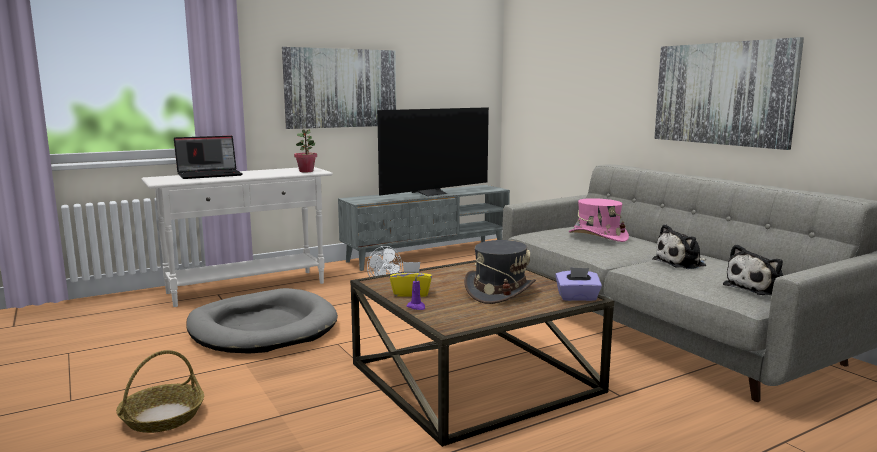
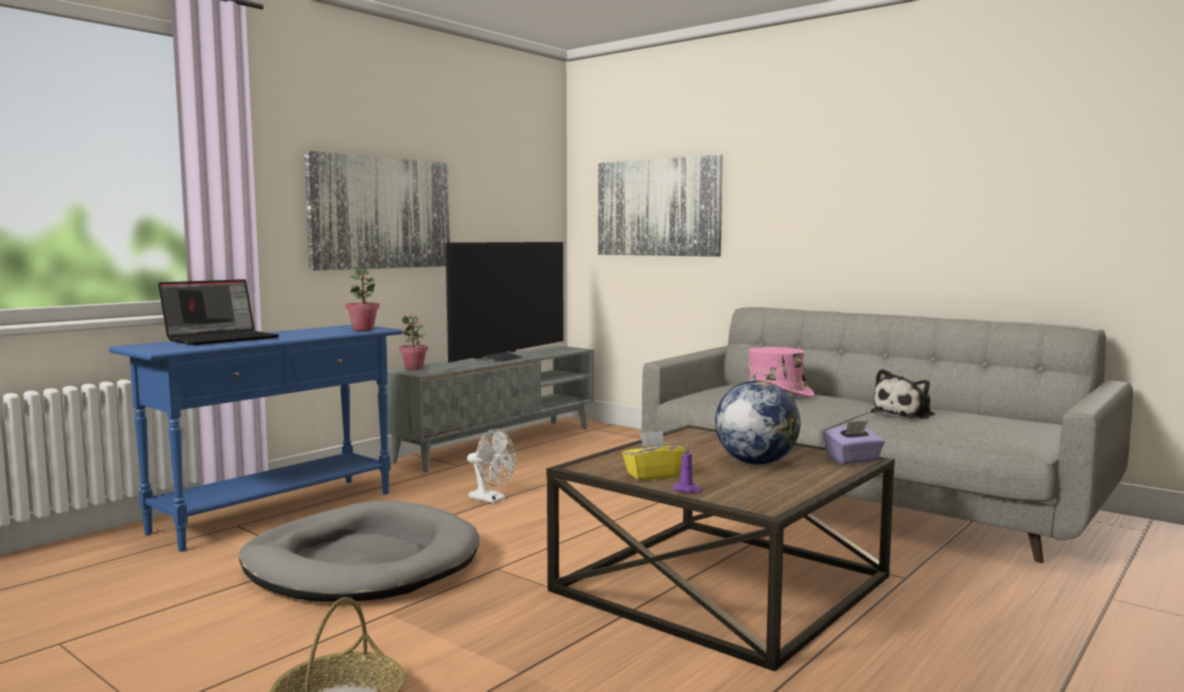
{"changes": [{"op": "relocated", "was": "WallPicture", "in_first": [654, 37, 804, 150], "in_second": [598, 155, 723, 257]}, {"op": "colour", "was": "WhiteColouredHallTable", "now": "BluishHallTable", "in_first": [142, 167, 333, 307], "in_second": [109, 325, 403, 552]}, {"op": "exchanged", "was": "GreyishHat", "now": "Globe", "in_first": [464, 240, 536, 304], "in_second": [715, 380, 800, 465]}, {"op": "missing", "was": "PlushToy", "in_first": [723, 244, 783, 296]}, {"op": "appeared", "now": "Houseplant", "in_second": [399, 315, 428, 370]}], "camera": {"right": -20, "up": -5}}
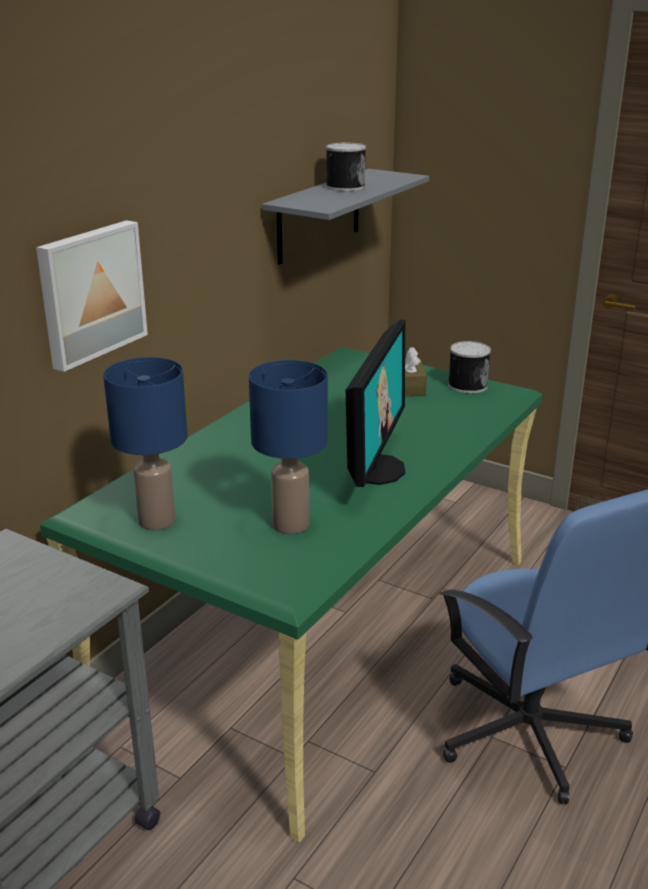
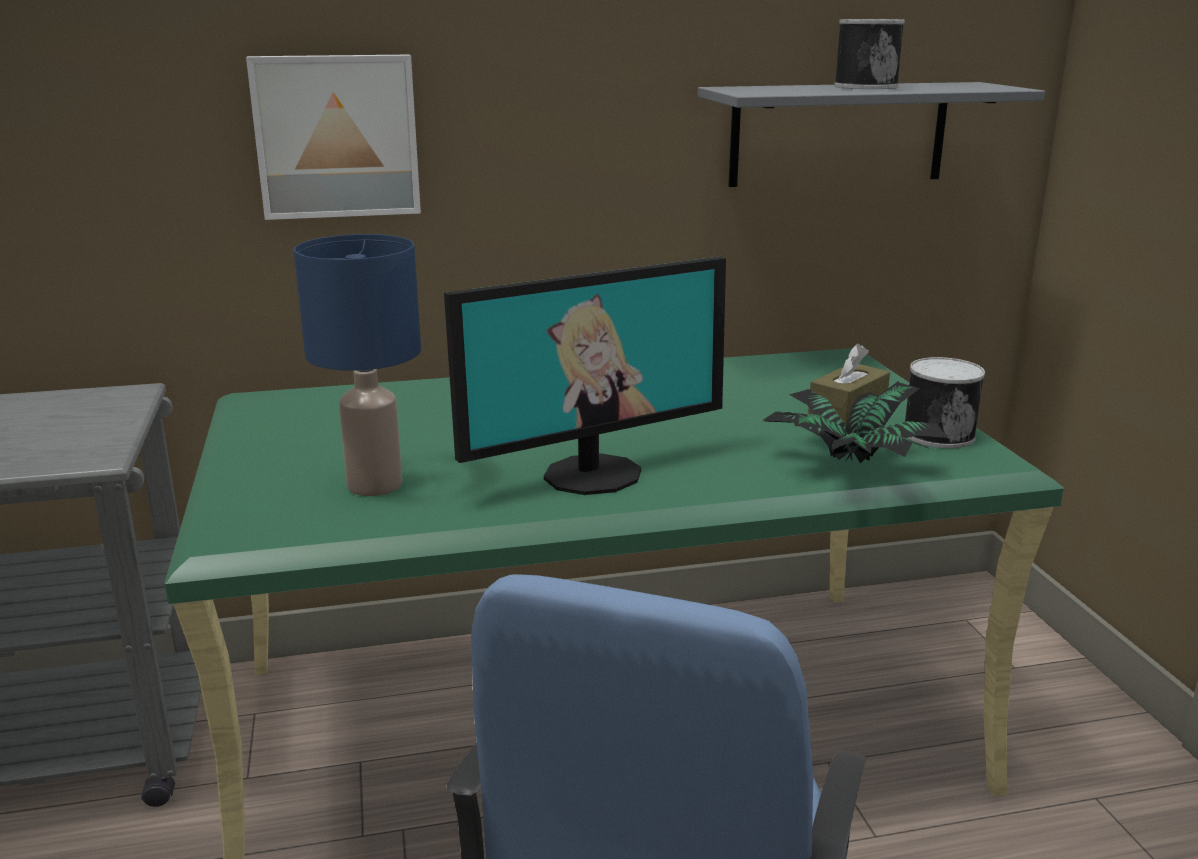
{"changes": [{"op": "missing", "was": "BluishLampForATable", "in_first": [103, 357, 188, 530]}, {"op": "appeared", "now": "Houseplant", "in_second": [762, 381, 947, 464]}], "camera": {"right": 45, "up": -5}}
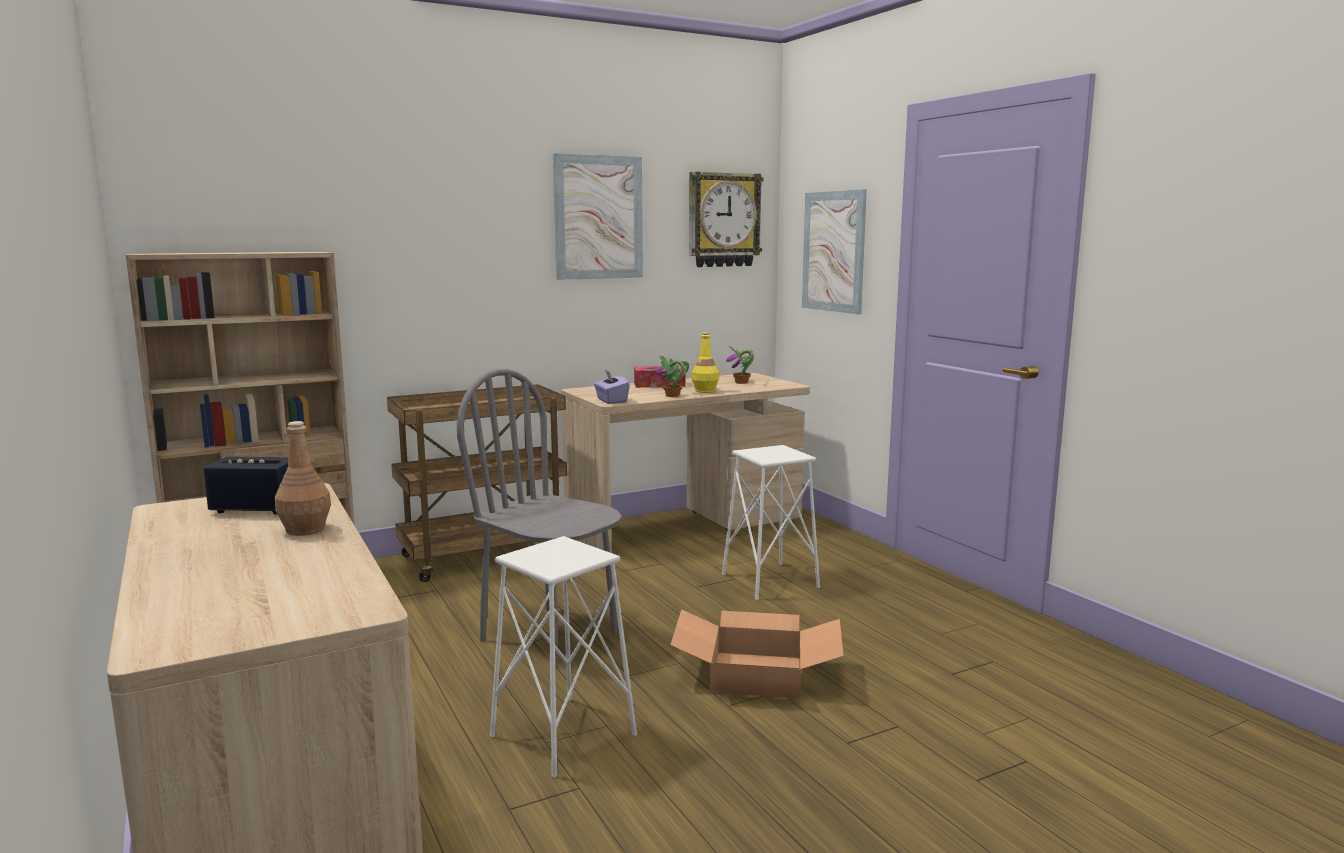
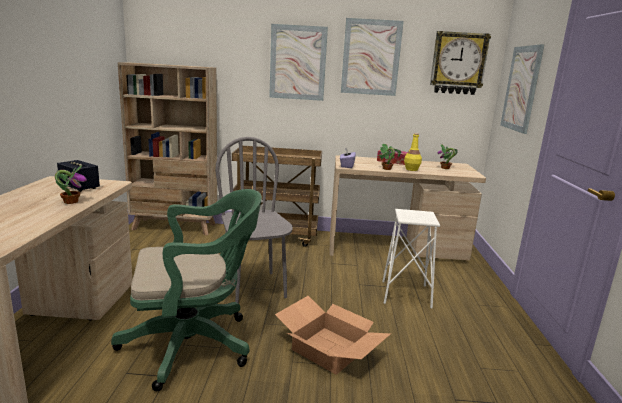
{"changes": [{"op": "exchanged", "was": "BrownBottle", "now": "Houseplant", "in_first": [275, 421, 331, 536], "in_second": [55, 165, 87, 204]}, {"op": "exchanged", "was": "WhiteColouredStool", "now": "GreenishComputerChair", "in_first": [490, 536, 637, 778], "in_second": [111, 189, 262, 391]}, {"op": "appeared", "now": "WallPicture", "in_second": [269, 24, 328, 101]}], "camera": {"right": 30, "up": 5}}
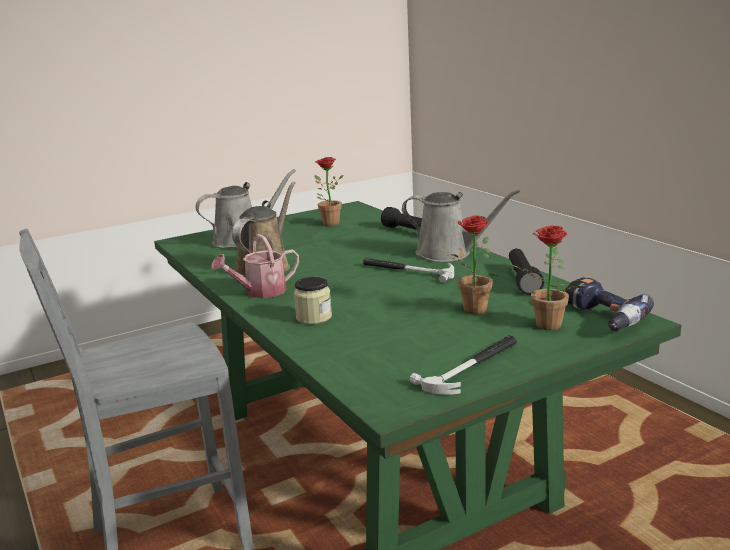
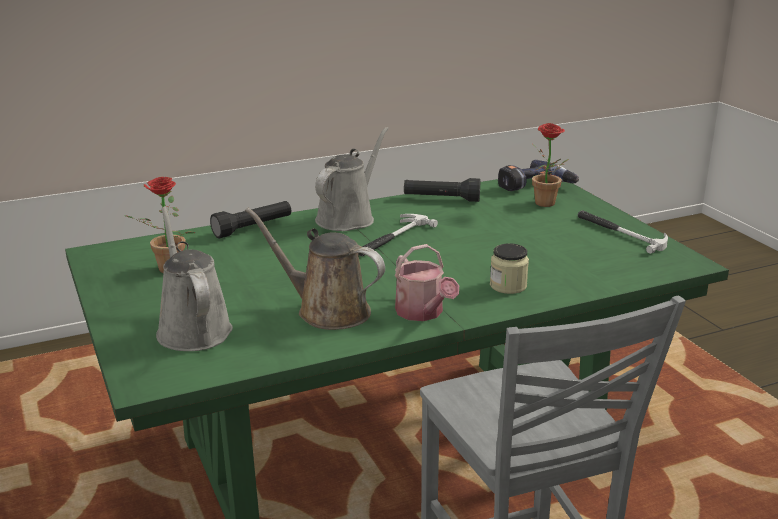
{"changes": [{"op": "missing", "was": "Houseplant", "in_first": [435, 215, 499, 314]}], "camera": {"right": -85, "up": 5}}
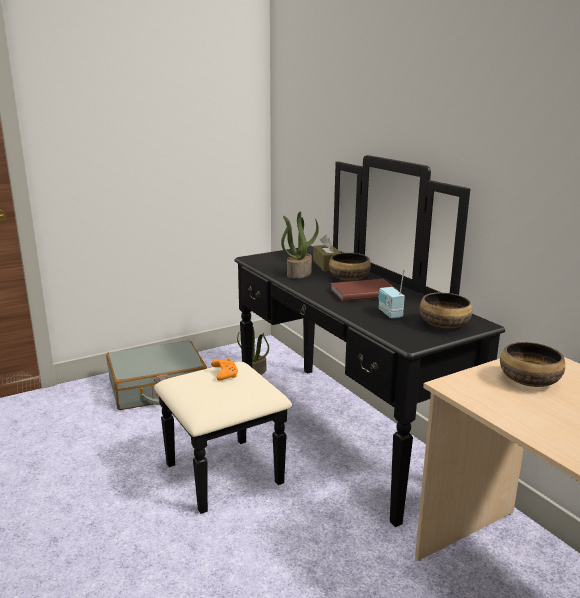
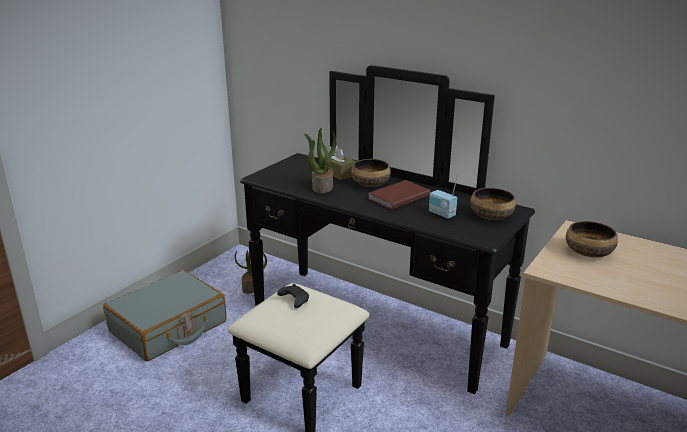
{"changes": [{"op": "colour", "was": "OrangeColouredGamepad", "now": "BlackGamepad", "in_first": [211, 358, 238, 381], "in_second": [277, 284, 309, 308]}], "camera": {"right": -25, "up": 5}}
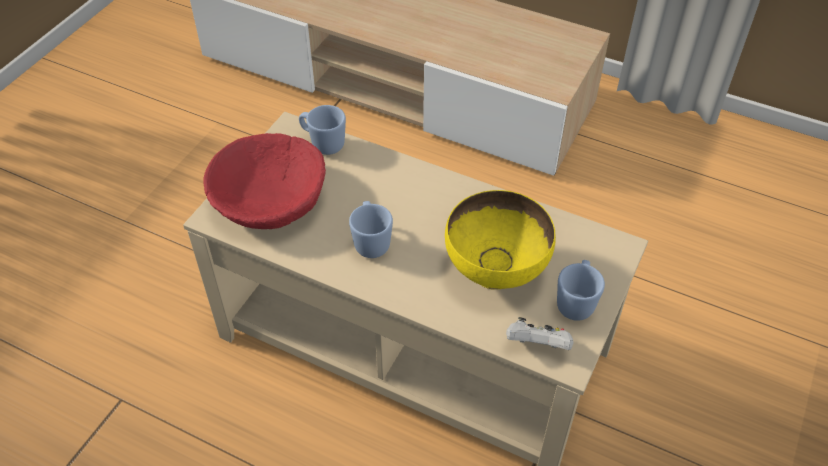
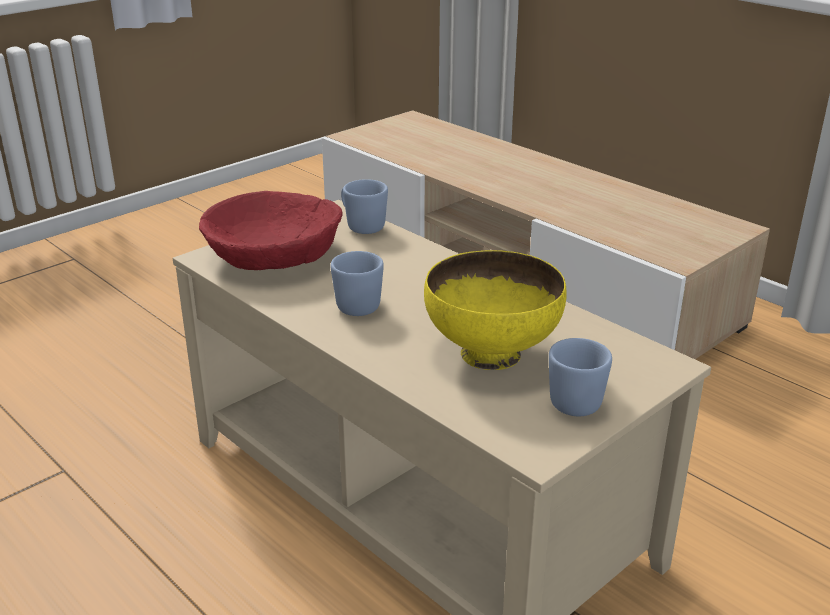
{"changes": [{"op": "missing", "was": "WhiteColouredGamepad", "in_first": [506, 317, 574, 350]}], "camera": {"right": 20, "up": -20}}
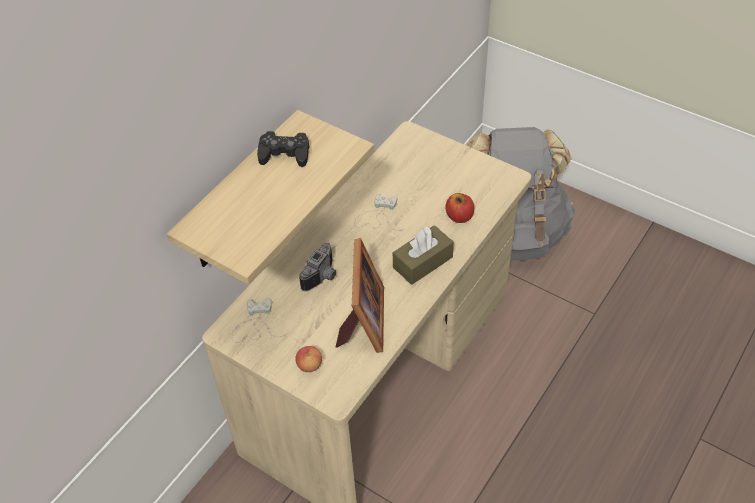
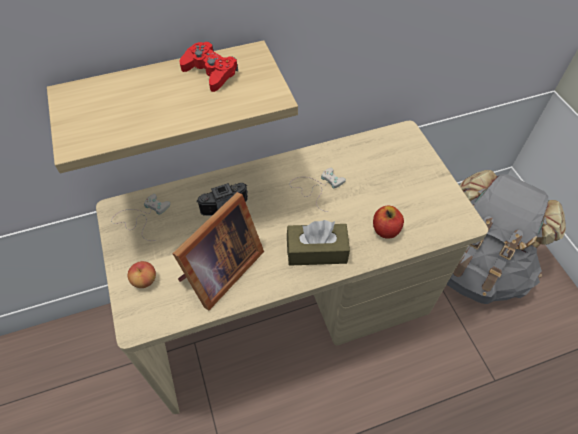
{"changes": [{"op": "colour", "was": "BlackGamepad", "now": "ReddishGamepad", "in_first": [257, 131, 309, 167], "in_second": [180, 42, 238, 92]}], "camera": {"right": 35, "up": 5}}
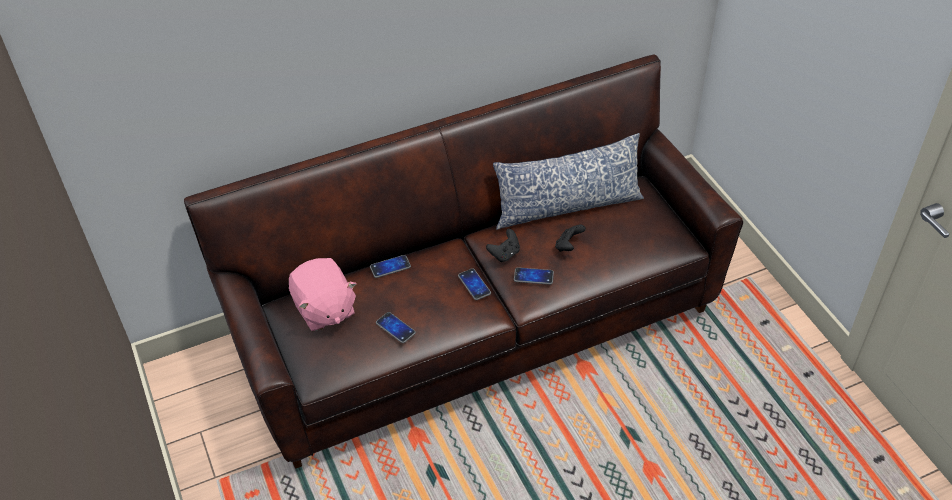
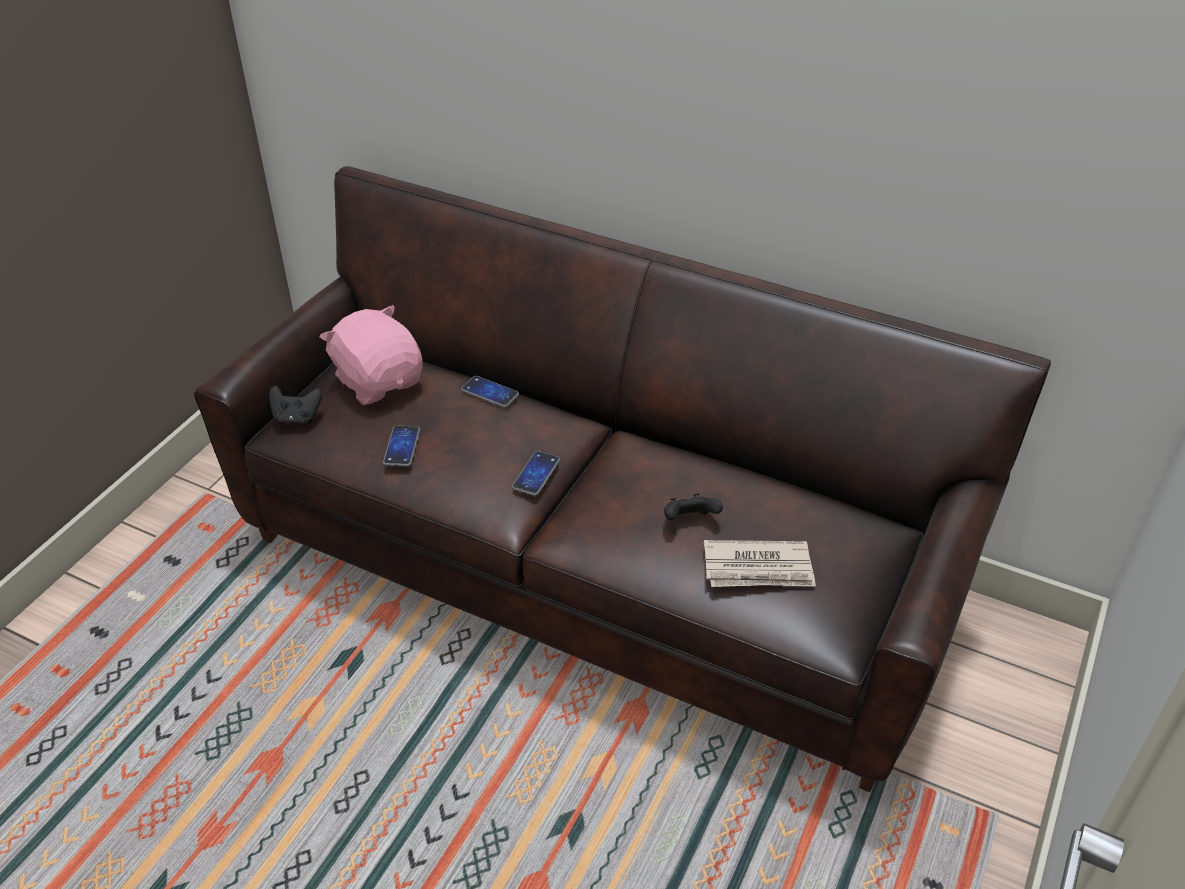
{"changes": [{"op": "missing", "was": "Pillow", "in_first": [493, 133, 644, 230]}, {"op": "relocated", "was": "BlackGamepad", "in_first": [486, 229, 520, 262], "in_second": [269, 386, 322, 424]}, {"op": "spun", "was": "PinkPlushToy", "in_first": [289, 258, 357, 331], "in_second": [320, 305, 422, 405], "clockwise": 120}, {"op": "missing", "was": "Phone", "in_first": [514, 267, 554, 285]}, {"op": "appeared", "now": "Newspaper", "in_second": [704, 540, 816, 587]}], "camera": {"right": 50, "up": -5}}
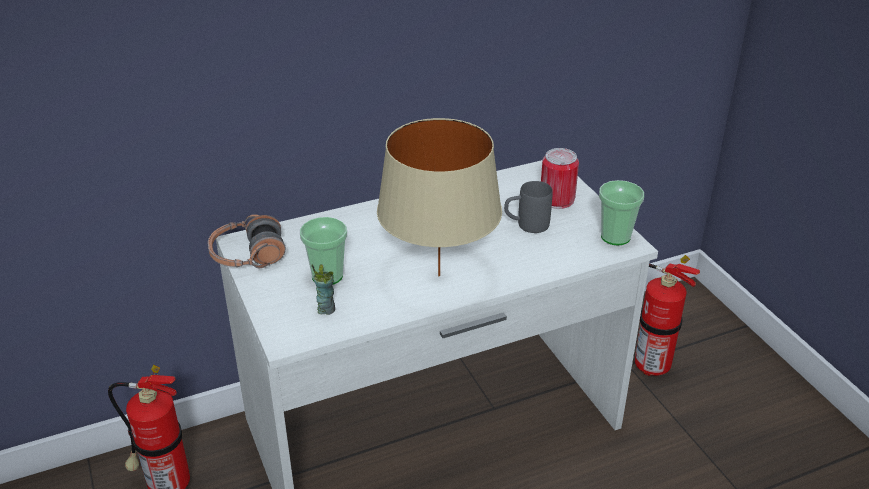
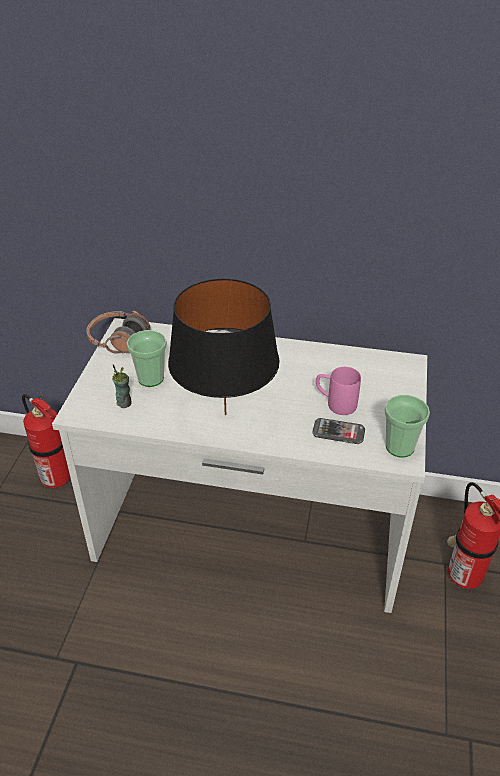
{"changes": [{"op": "colour", "was": "BeigeLampForATable", "now": "BlackLampForATable", "in_first": [377, 118, 502, 276], "in_second": [168, 279, 280, 415]}, {"op": "missing", "was": "Can", "in_first": [541, 148, 579, 209]}, {"op": "colour", "was": "GreyishMug", "now": "PinkMug", "in_first": [504, 181, 553, 233], "in_second": [316, 367, 361, 415]}, {"op": "appeared", "now": "Phone", "in_second": [312, 418, 365, 444]}], "camera": {"right": 35, "up": 5}}
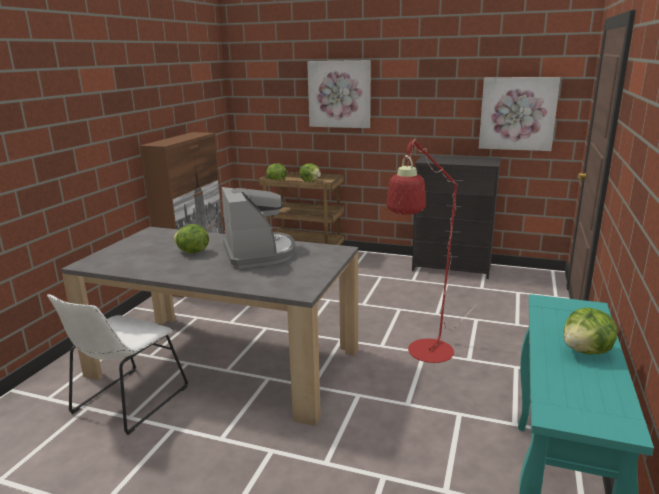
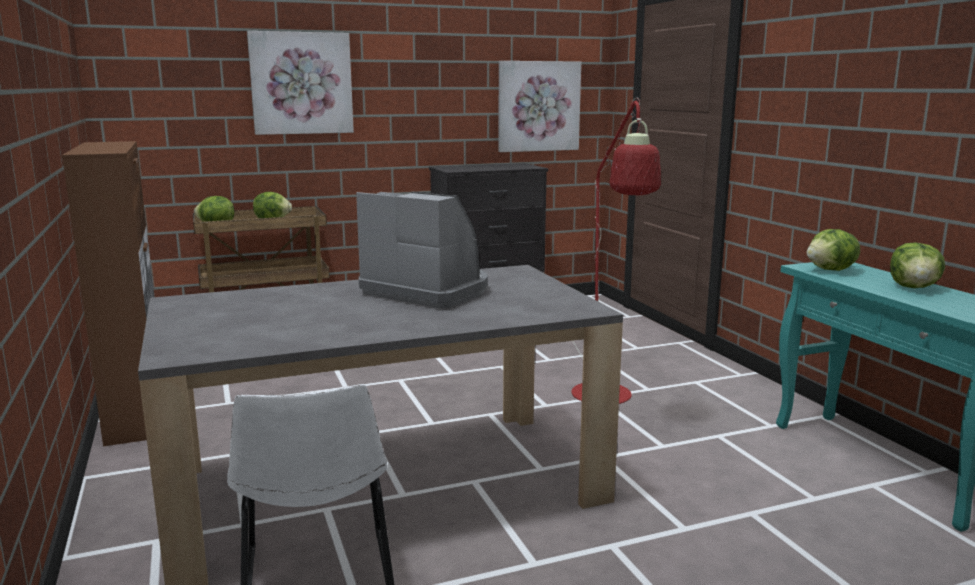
{"changes": [{"op": "relocated", "was": "LettuceHead", "in_first": [173, 224, 209, 253], "in_second": [807, 229, 860, 271]}], "camera": {"right": -40, "up": -5}}
